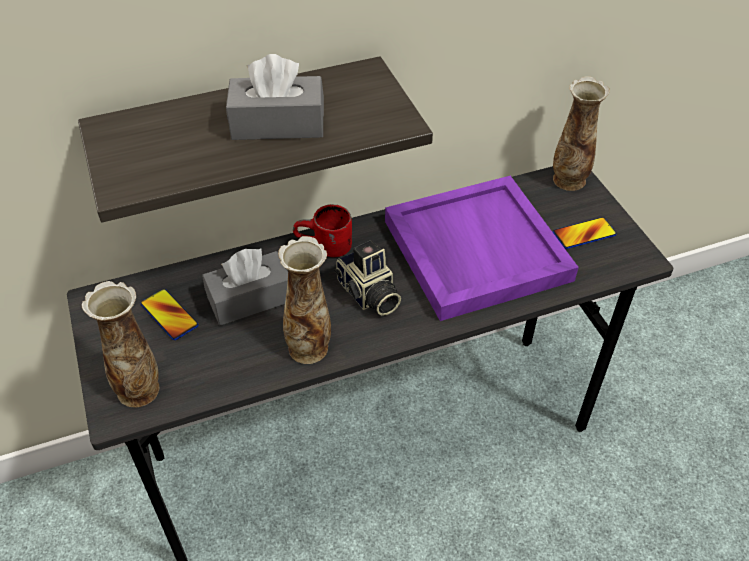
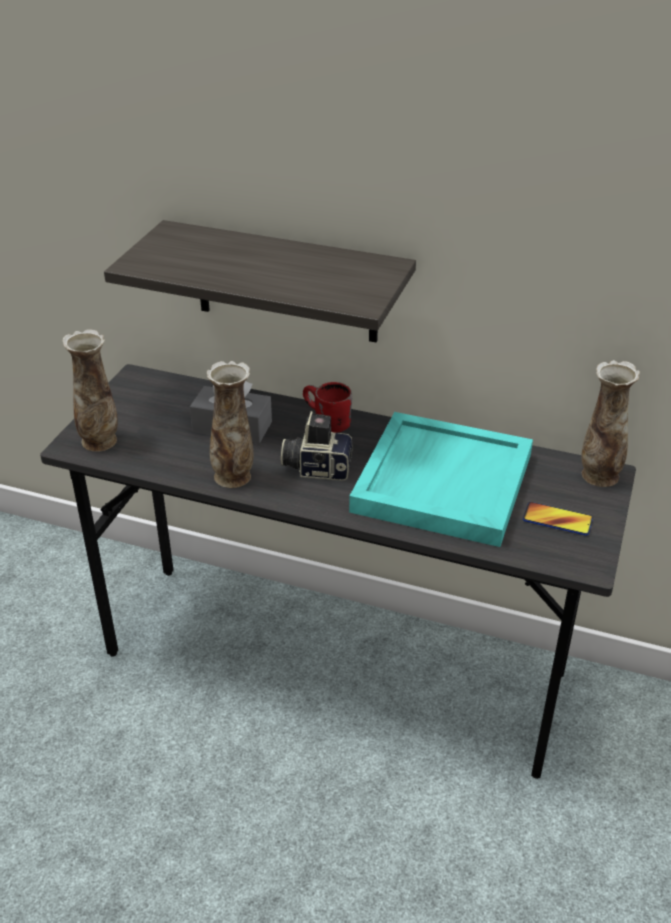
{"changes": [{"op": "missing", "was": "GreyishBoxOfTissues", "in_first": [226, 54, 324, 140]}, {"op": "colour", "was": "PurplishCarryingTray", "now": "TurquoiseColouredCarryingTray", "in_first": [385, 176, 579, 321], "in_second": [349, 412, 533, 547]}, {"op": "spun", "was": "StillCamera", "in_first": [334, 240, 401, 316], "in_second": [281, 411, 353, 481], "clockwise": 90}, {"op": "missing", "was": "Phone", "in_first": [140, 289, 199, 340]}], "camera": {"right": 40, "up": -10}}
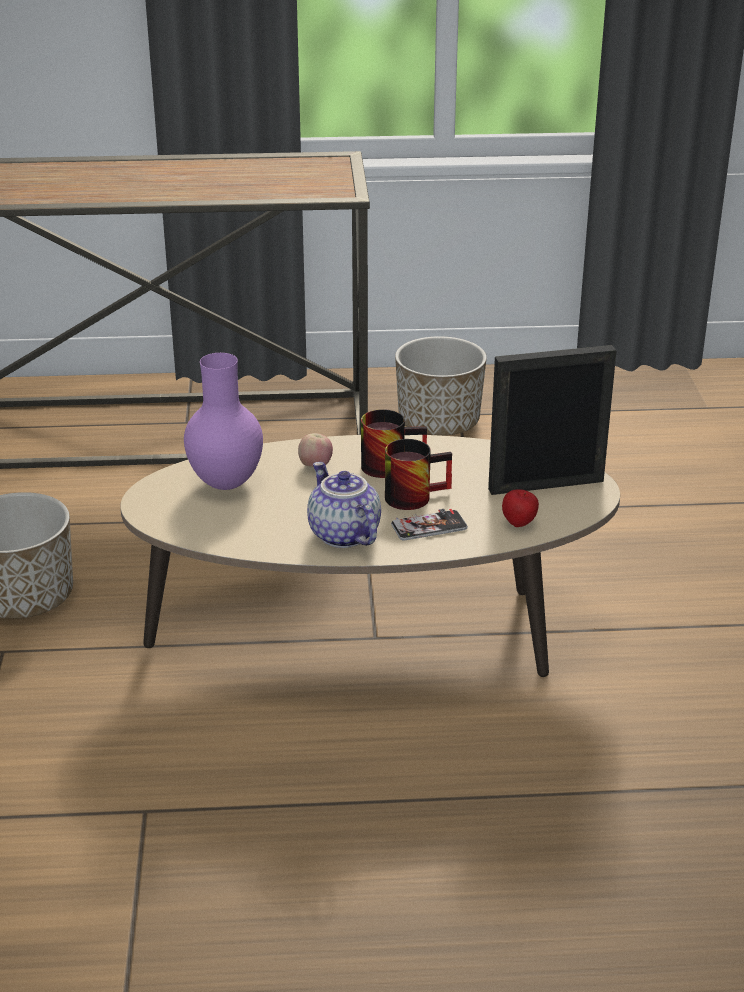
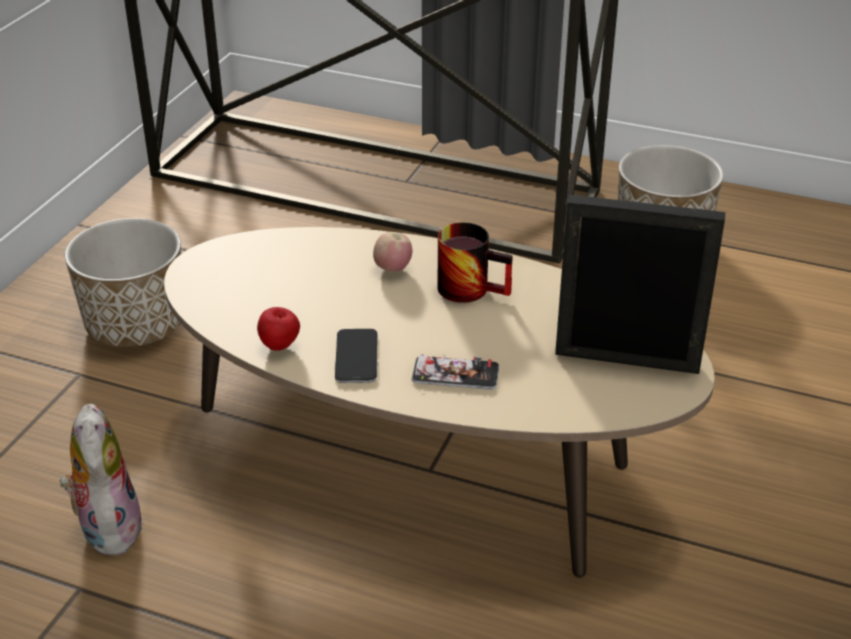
{"changes": [{"op": "missing", "was": "PurplishDecorativeVase", "in_first": [184, 353, 263, 490]}, {"op": "missing", "was": "Mug", "in_first": [385, 439, 452, 510]}, {"op": "exchanged", "was": "PotForTea", "now": "Phone", "in_first": [307, 462, 381, 548], "in_second": [335, 329, 377, 383]}, {"op": "relocated", "was": "Apple", "in_first": [502, 489, 539, 527], "in_second": [257, 307, 300, 351]}, {"op": "appeared", "now": "PlushToy", "in_second": [60, 404, 144, 556]}], "camera": {"right": 25, "up": 5}}
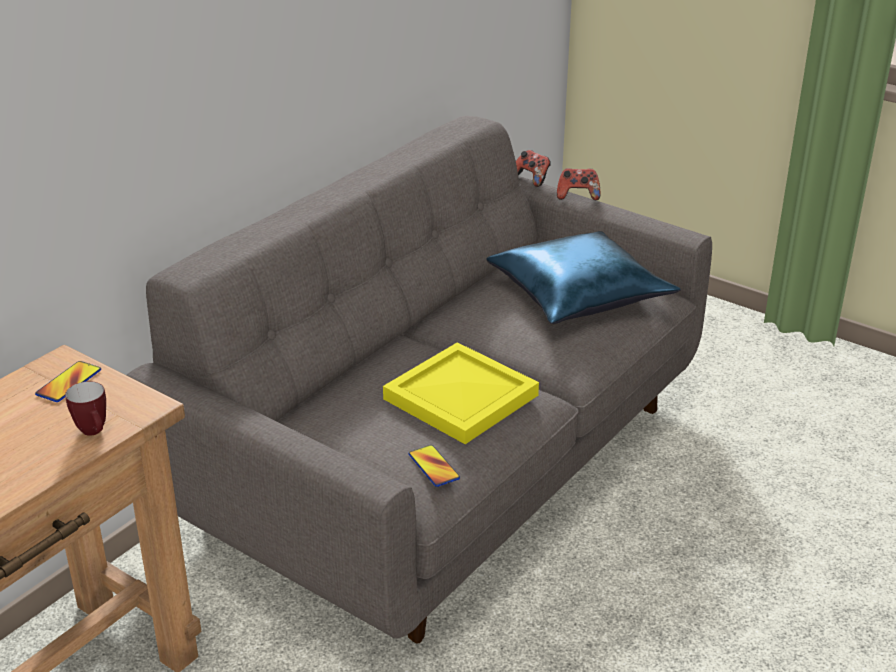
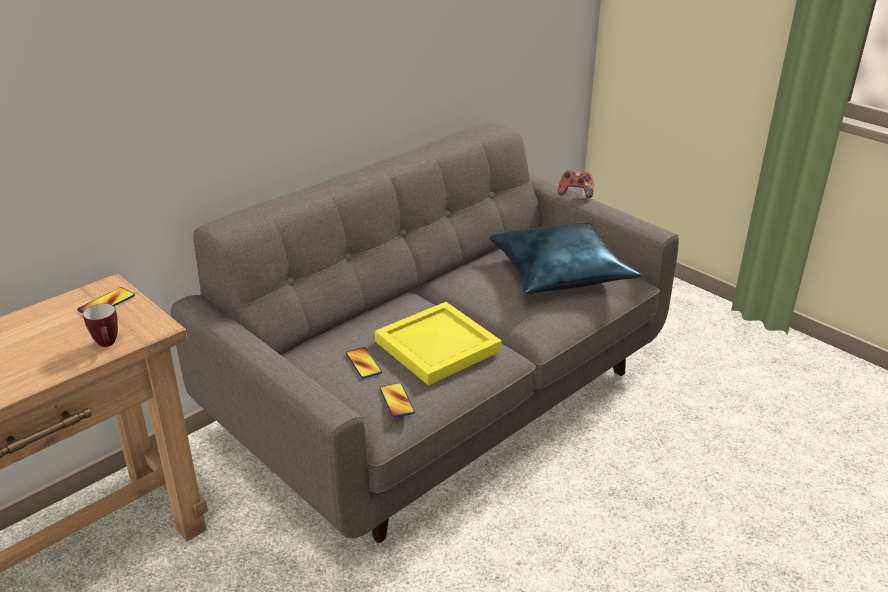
{"changes": [{"op": "missing", "was": "Gamepad", "in_first": [516, 150, 551, 187]}, {"op": "appeared", "now": "Phone", "in_second": [346, 347, 382, 379]}], "camera": {"right": 10, "up": 0}}
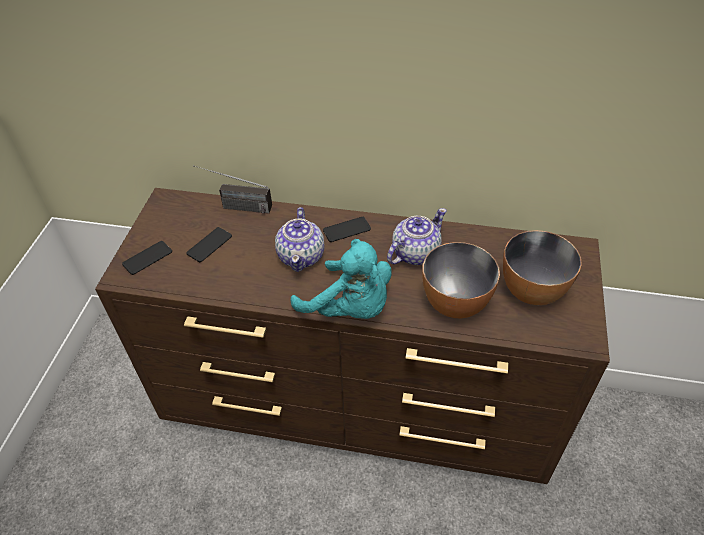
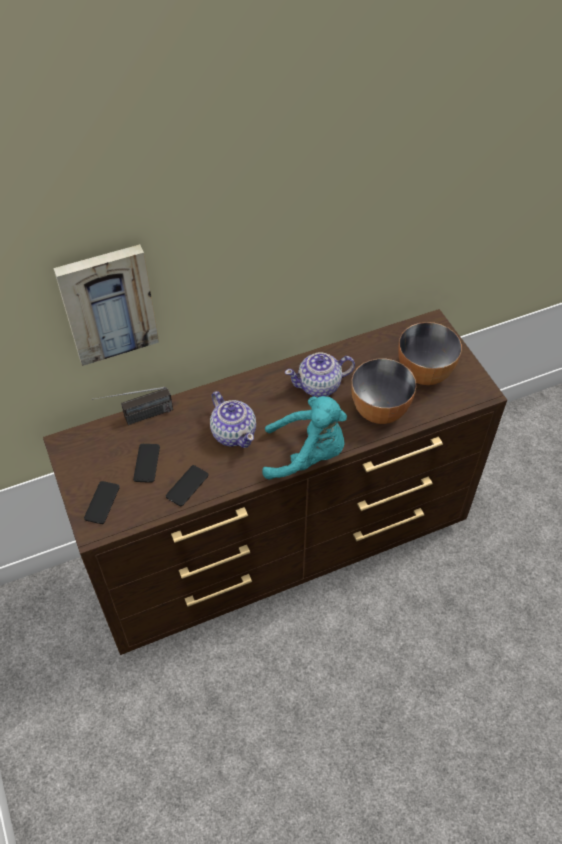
{"changes": [{"op": "spun", "was": "PotForTea", "in_first": [387, 208, 447, 265], "in_second": [285, 352, 355, 397], "clockwise": -120}, {"op": "relocated", "was": "Phone", "in_first": [323, 217, 371, 242], "in_second": [166, 465, 208, 506]}, {"op": "appeared", "now": "WallPicture", "in_second": [53, 244, 159, 366]}], "camera": {"right": -35, "up": 5}}
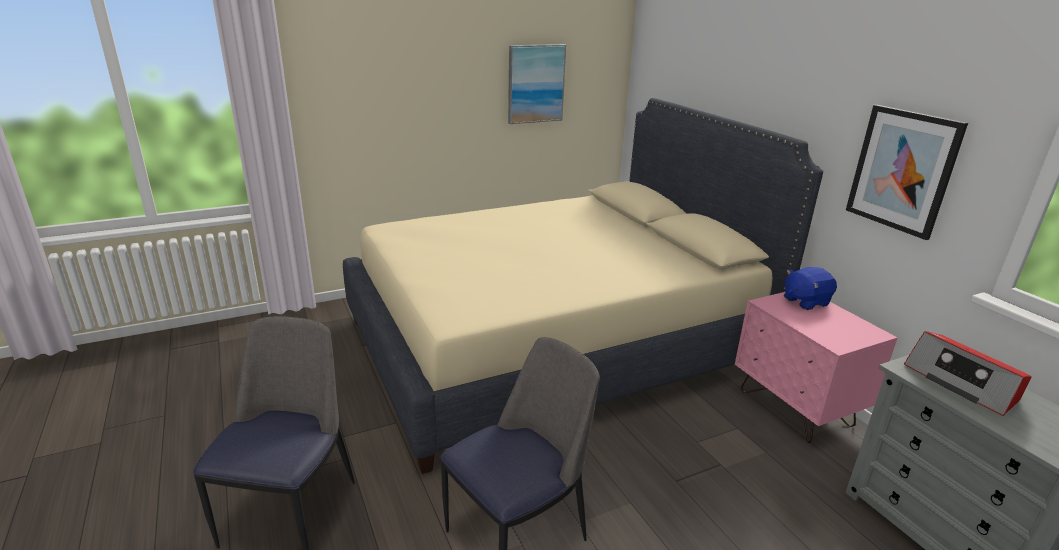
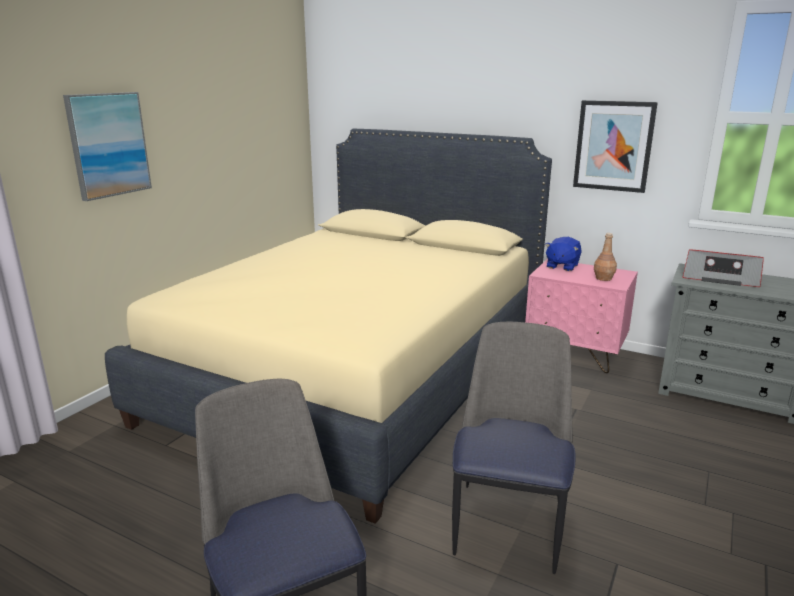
{"changes": [{"op": "relocated", "was": "WallPicture", "in_first": [508, 44, 566, 124], "in_second": [63, 92, 152, 201]}, {"op": "appeared", "now": "BrownBottle", "in_second": [594, 233, 617, 281]}], "camera": {"right": -35, "up": -5}}
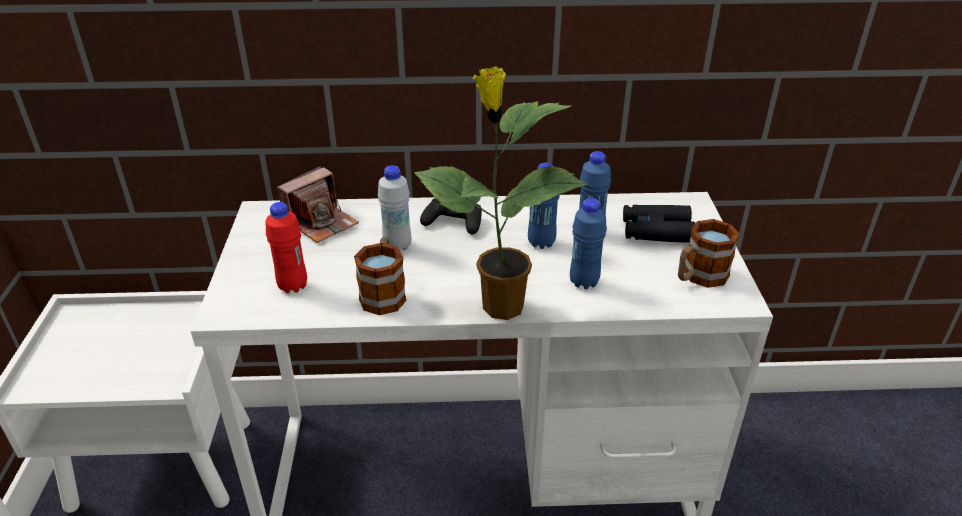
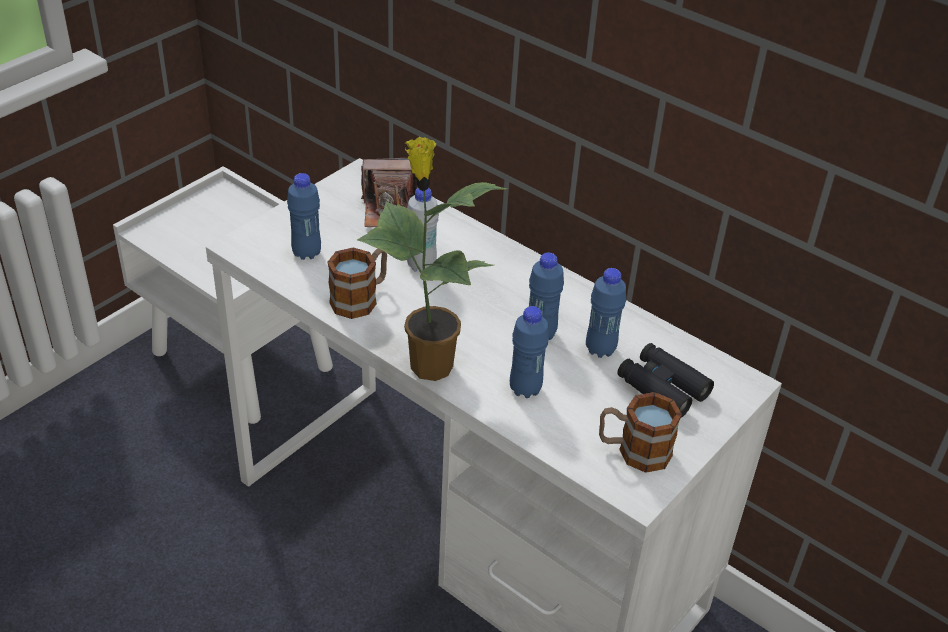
{"changes": [{"op": "missing", "was": "BlackGamepad", "in_first": [420, 198, 482, 234]}, {"op": "colour", "was": "ReddishBottle", "now": "BluishBottle", "in_first": [266, 202, 307, 293], "in_second": [287, 173, 321, 260]}], "camera": {"right": 40, "up": 5}}
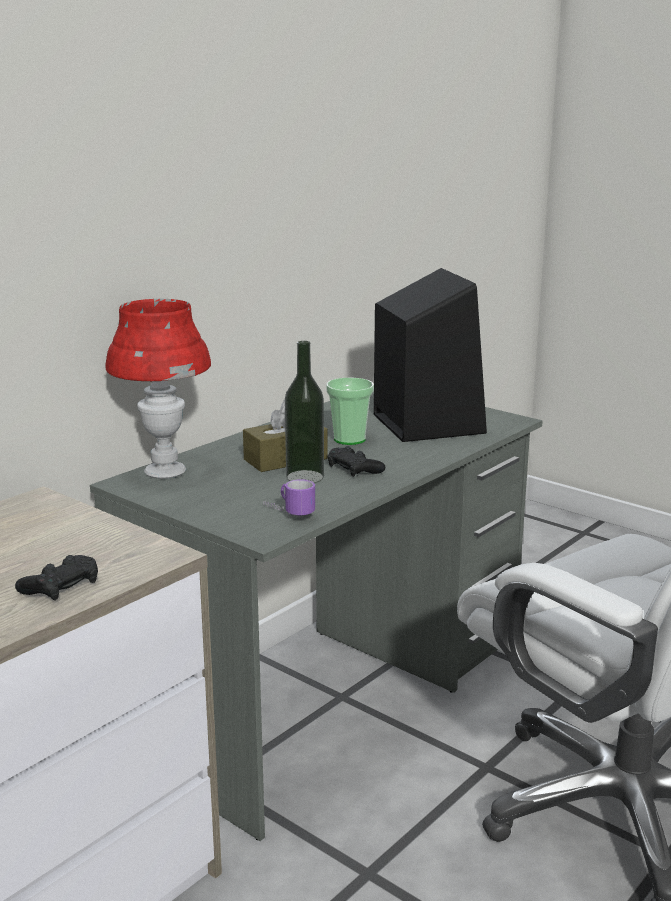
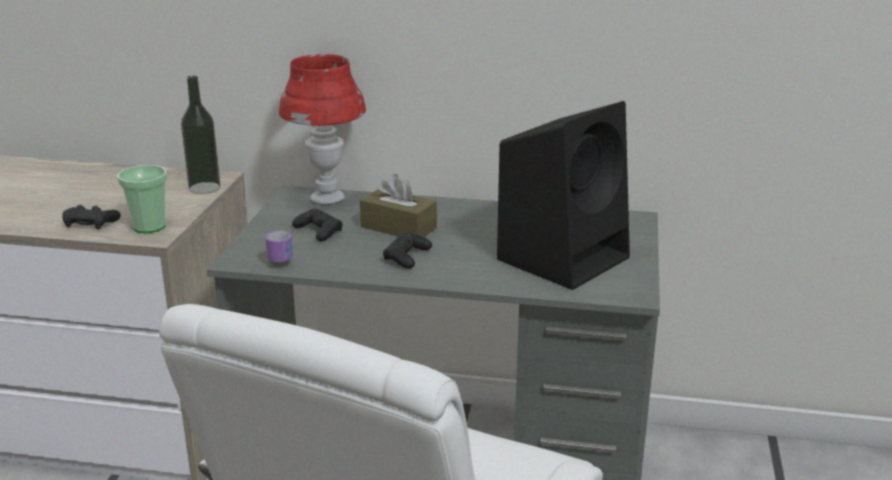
{"changes": [{"op": "relocated", "was": "Bottle", "in_first": [285, 341, 324, 483], "in_second": [181, 76, 221, 194]}, {"op": "relocated", "was": "SmallCup", "in_first": [326, 378, 374, 445], "in_second": [117, 165, 167, 233]}, {"op": "appeared", "now": "BlackGamepad", "in_second": [292, 209, 343, 241]}], "camera": {"right": 60, "up": 5}}
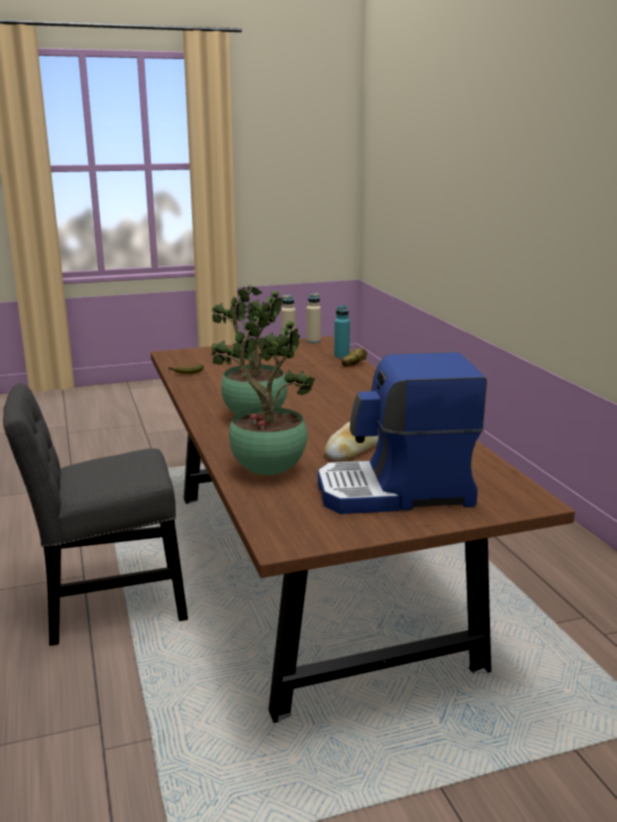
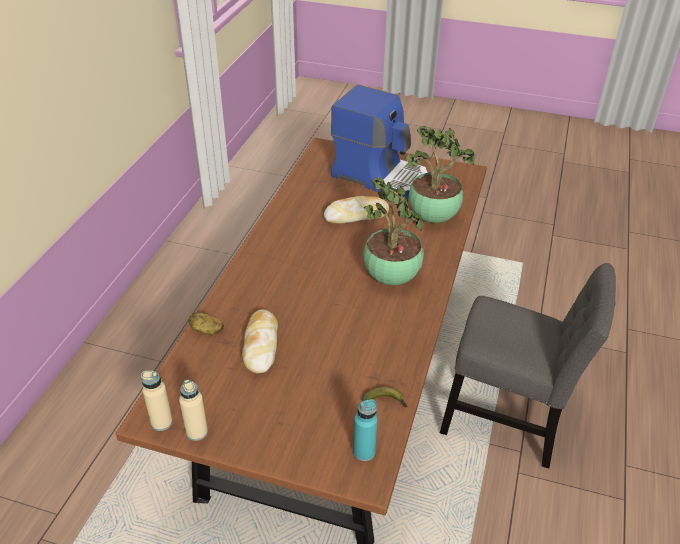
{"changes": [{"op": "relocated", "was": "TurquoiseColouredBottle", "in_first": [334, 305, 350, 359], "in_second": [353, 399, 378, 461]}, {"op": "appeared", "now": "Bread", "in_second": [242, 309, 278, 373]}], "camera": {"right": -145, "up": 20}}
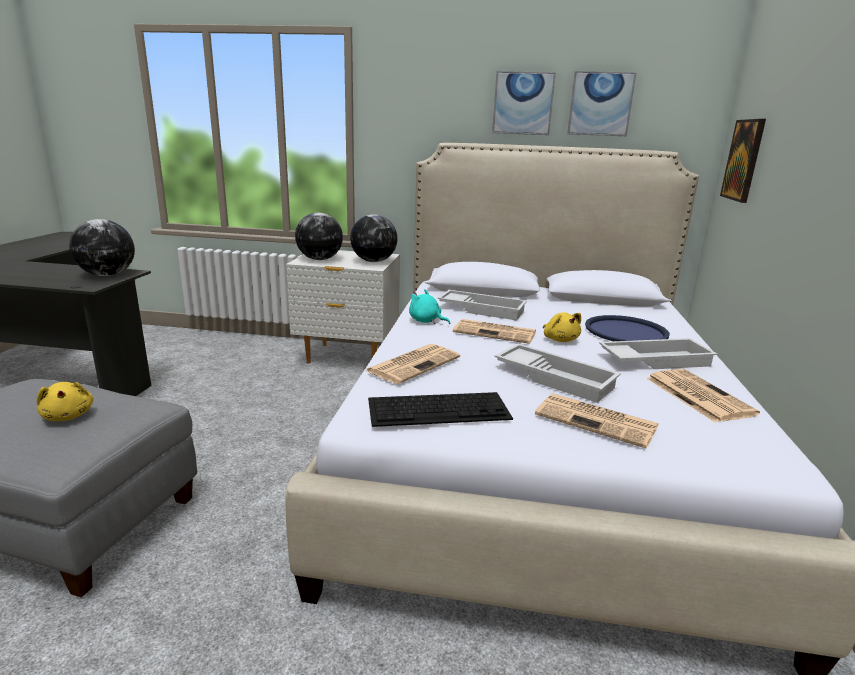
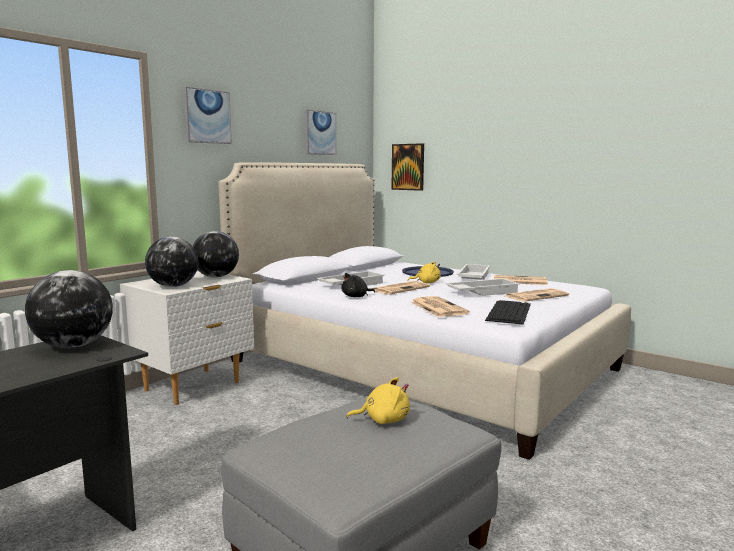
{"changes": [{"op": "relocated", "was": "WallPicture", "in_first": [492, 71, 556, 135], "in_second": [184, 87, 232, 144]}, {"op": "colour", "was": "TurquoiseColouredPlushToy", "now": "BlackPlushToy", "in_first": [409, 289, 450, 324], "in_second": [341, 273, 375, 297]}], "camera": {"right": -60, "up": -10}}
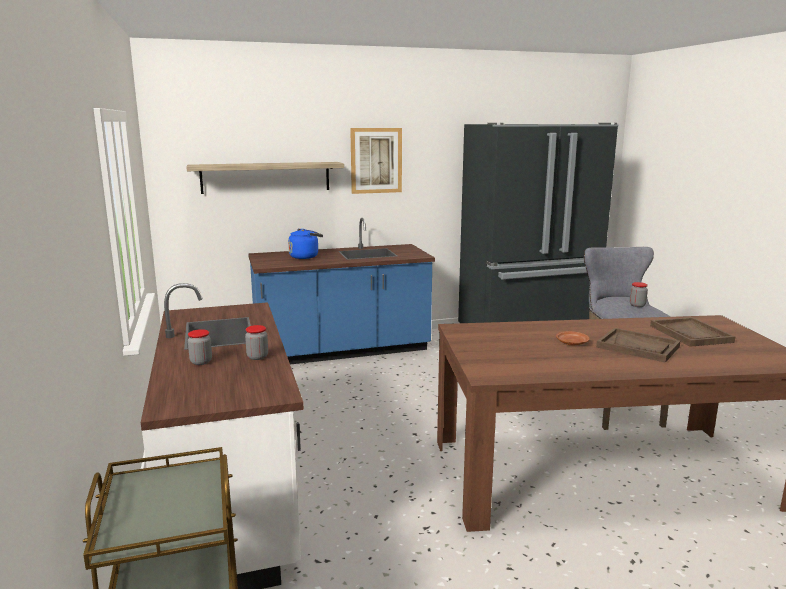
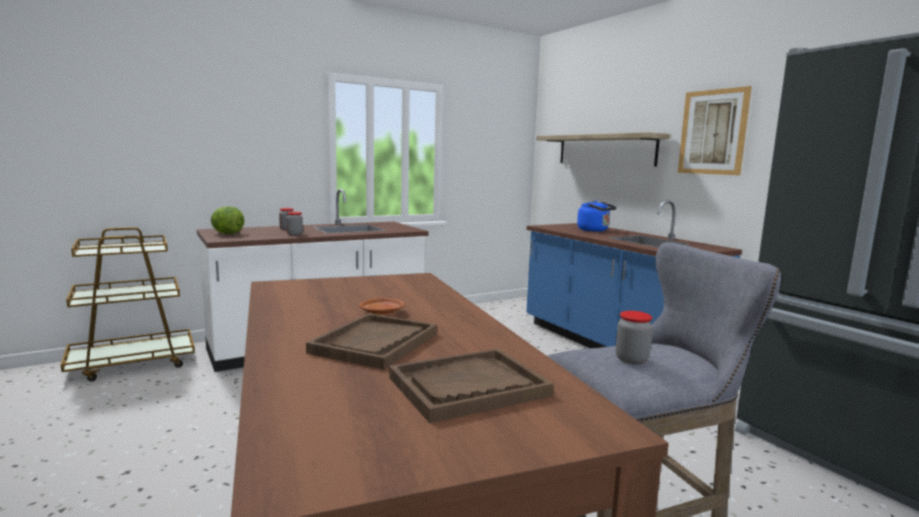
{"changes": [{"op": "appeared", "now": "LettuceHead", "in_second": [211, 206, 245, 234]}], "camera": {"right": 75, "up": -5}}
